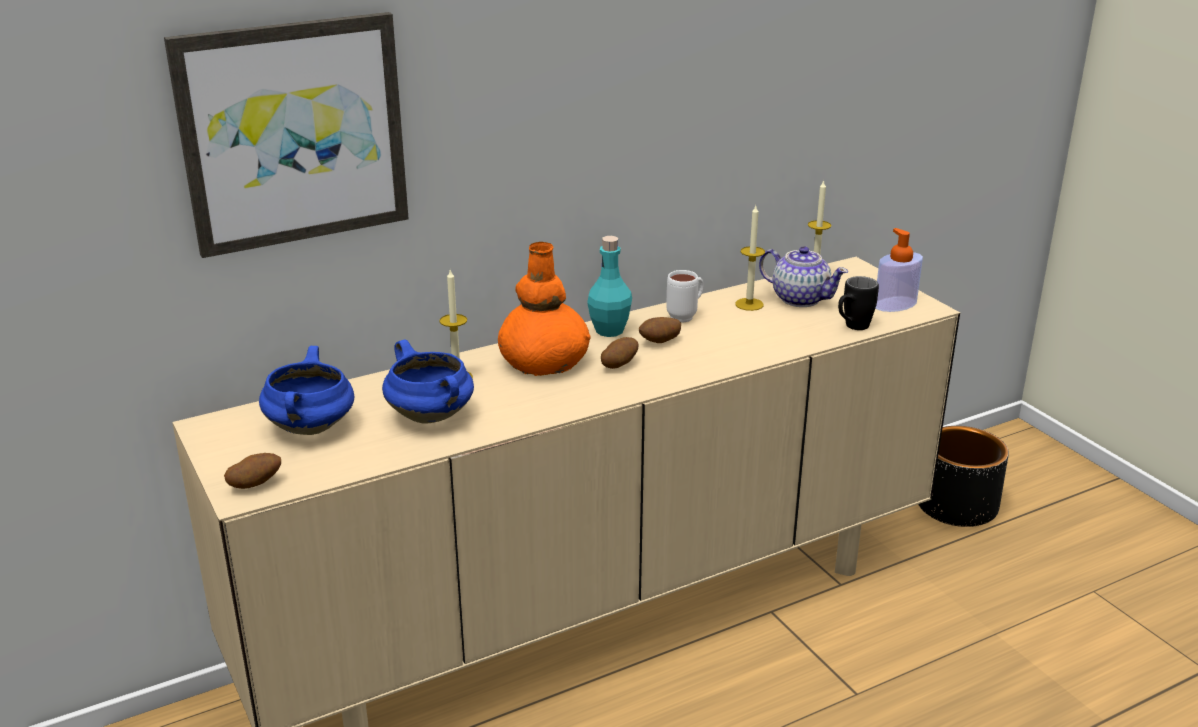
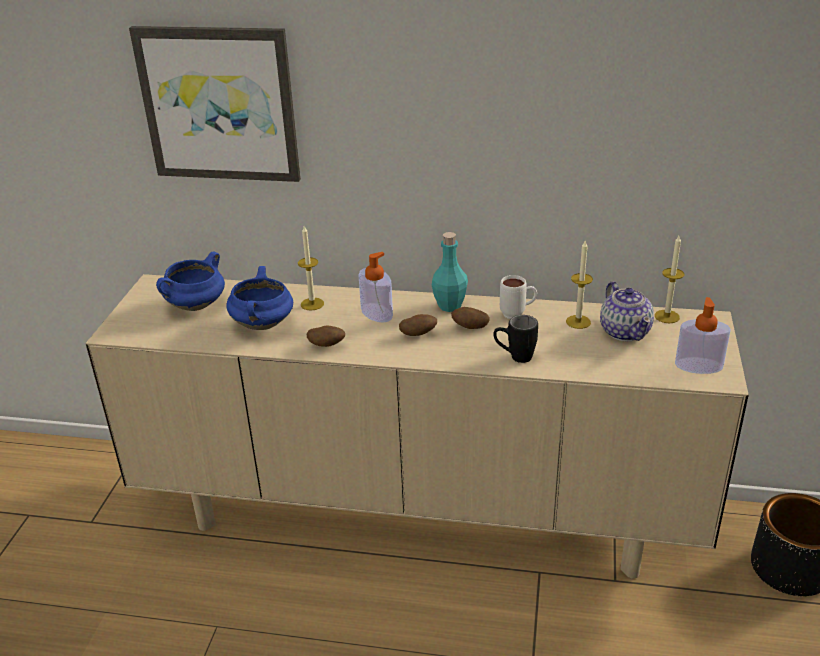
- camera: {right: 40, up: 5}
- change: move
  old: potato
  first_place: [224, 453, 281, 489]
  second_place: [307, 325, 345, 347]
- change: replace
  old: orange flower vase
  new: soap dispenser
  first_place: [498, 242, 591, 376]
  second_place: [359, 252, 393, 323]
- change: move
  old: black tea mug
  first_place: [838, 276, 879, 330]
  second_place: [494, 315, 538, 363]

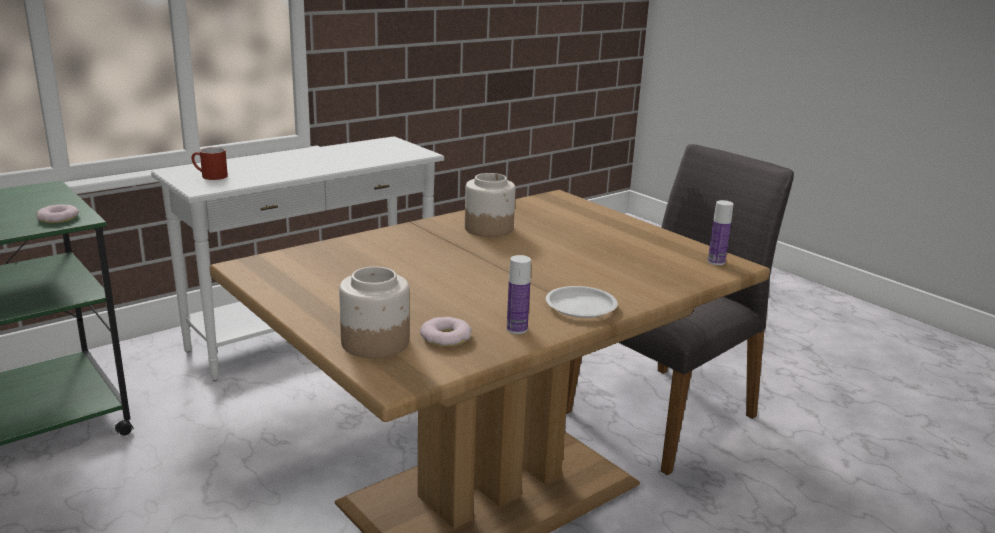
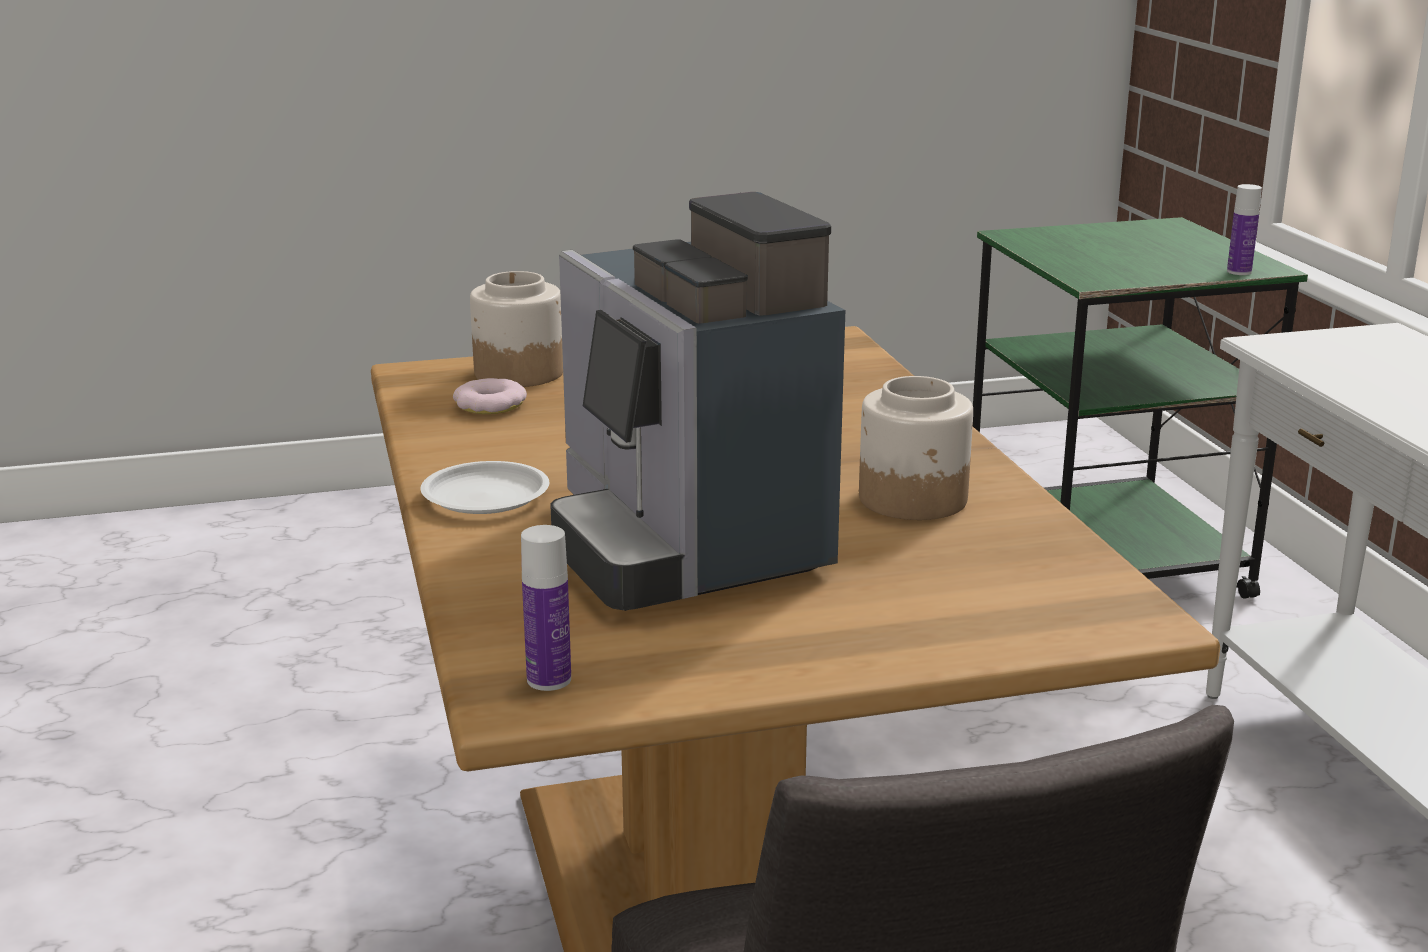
- camera: {right: 115, up: 0}
- change: delete
  old: ring doughnut
  first_place: [36, 204, 79, 223]
- change: delete
  old: red-coloured tea mug
  first_place: [192, 147, 228, 180]
- change: move
  old: drink bottle
  first_place: [507, 255, 531, 334]
  second_place: [1227, 184, 1262, 275]
- change: insert
  new: coffee machine
  second_place: [550, 192, 845, 611]

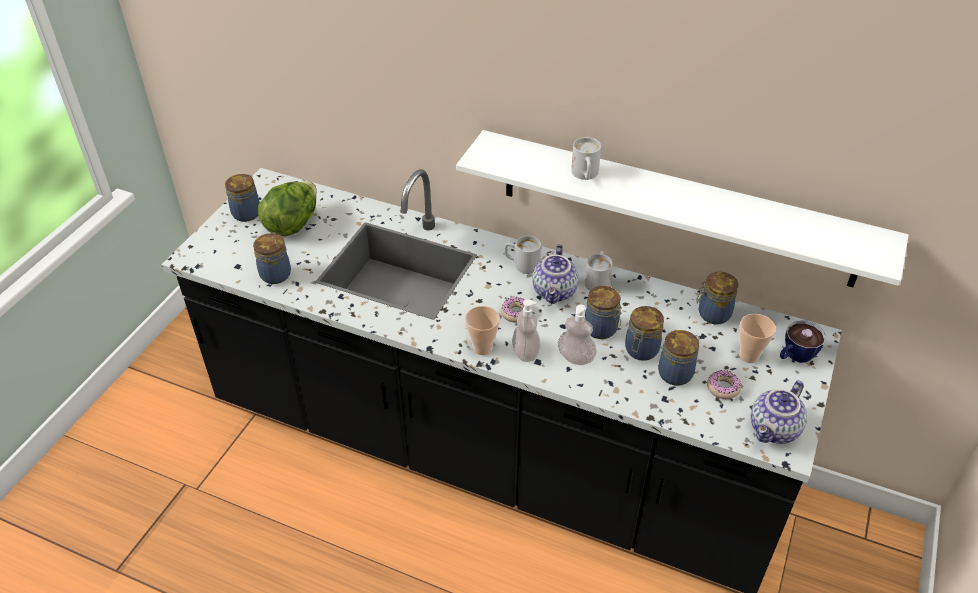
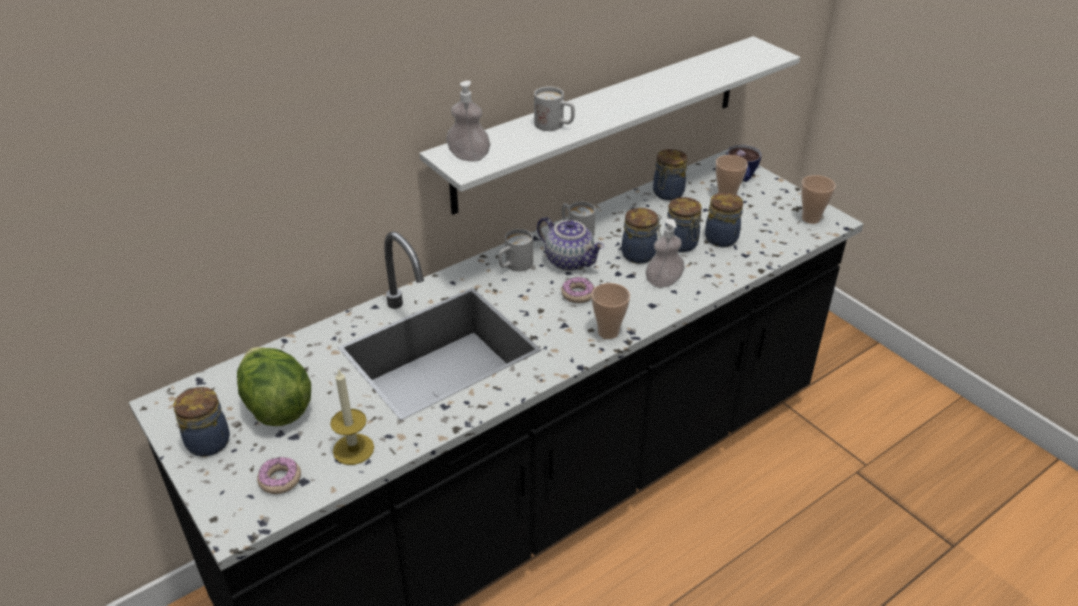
- camera: {right: -60, up: -5}
- change: replace
  old: preserve jar
  new: candle
  first_place: [253, 233, 291, 284]
  second_place: [330, 369, 374, 465]
- change: move
  old: soap dispenser
  first_place: [512, 299, 540, 362]
  second_place: [446, 81, 490, 162]
- change: move
  old: ring doughnut
  first_place: [707, 370, 741, 399]
  second_place: [257, 457, 301, 494]
- change: replace
  old: pot for tea
  new: small cup
  first_place: [751, 381, 807, 444]
  second_place: [801, 175, 836, 224]

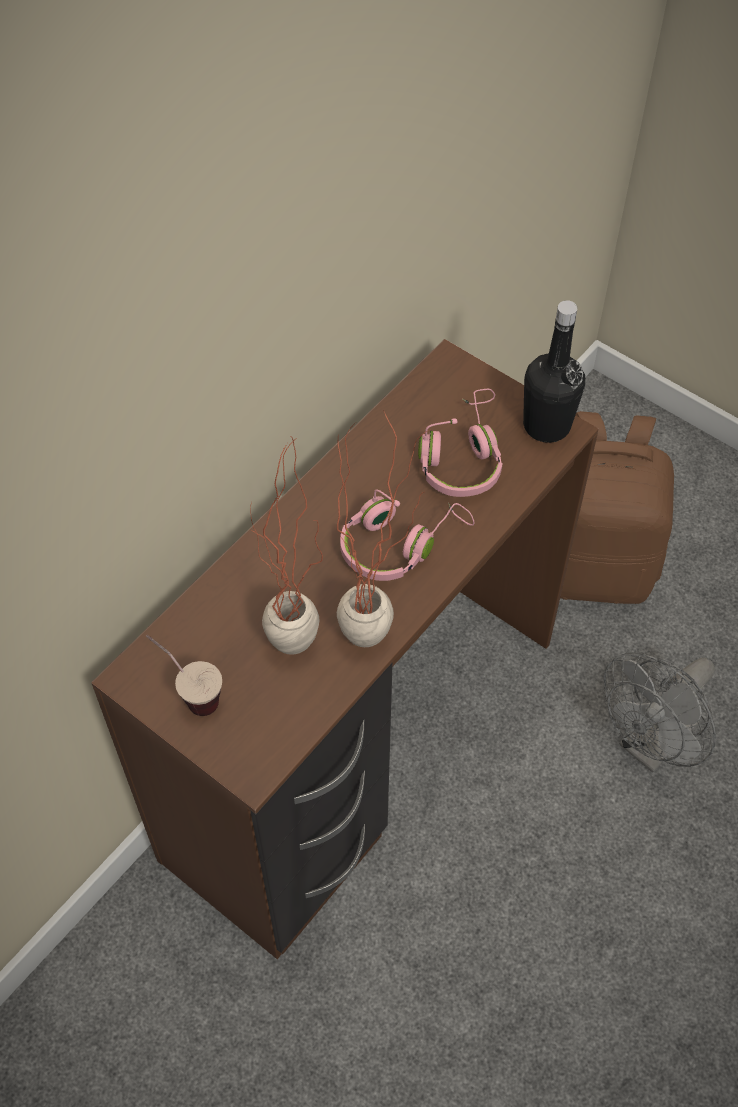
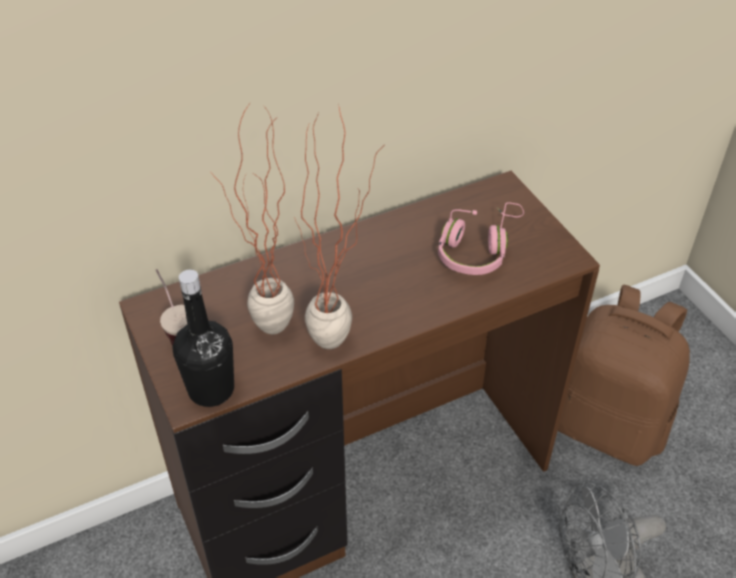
- camera: {right: 25, up: -10}
- change: delete
  old: pink-coloured pair of headphones
  first_place: [340, 489, 474, 581]
- change: move
  old: black drink bottle
  first_place: [523, 300, 585, 443]
  second_place: [172, 270, 234, 407]

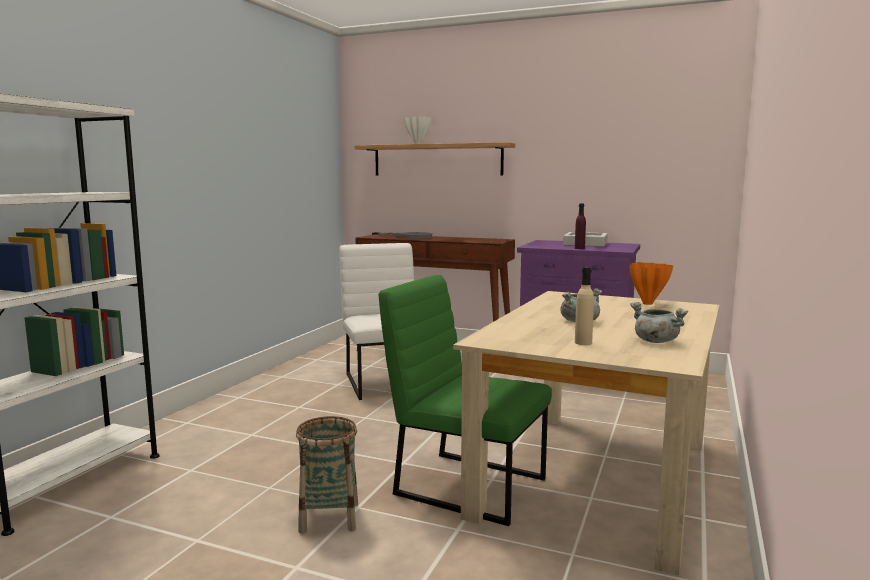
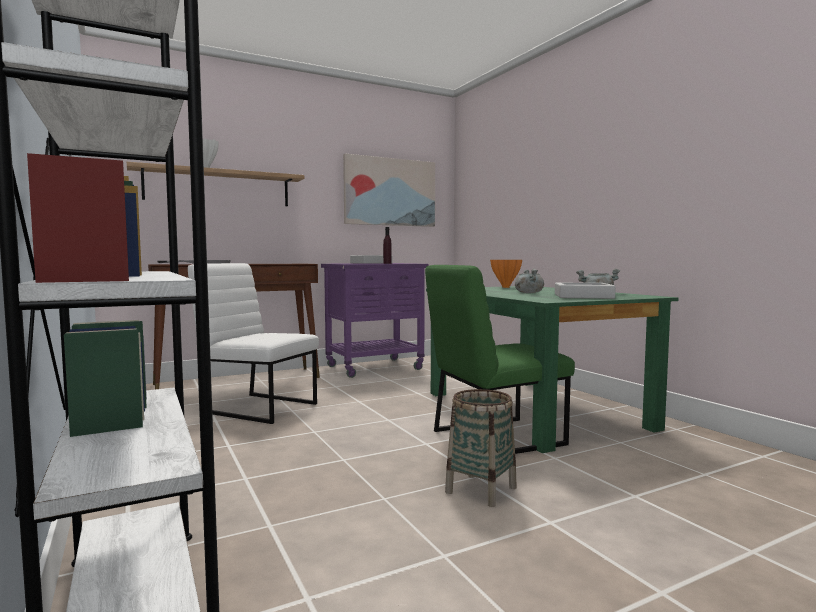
- camera: {right: -50, up: -5}
- change: recolor
  old: beige-coloured dining table
  new: greenish dining table
  first_place: [453, 291, 720, 575]
  second_place: [426, 286, 678, 453]
- change: replace
  old: beige-coloured drink bottle
  new: gray tray
  first_place: [575, 267, 594, 345]
  second_place: [555, 282, 616, 299]
- change: insert
  new: picture
  second_place: [343, 154, 435, 227]

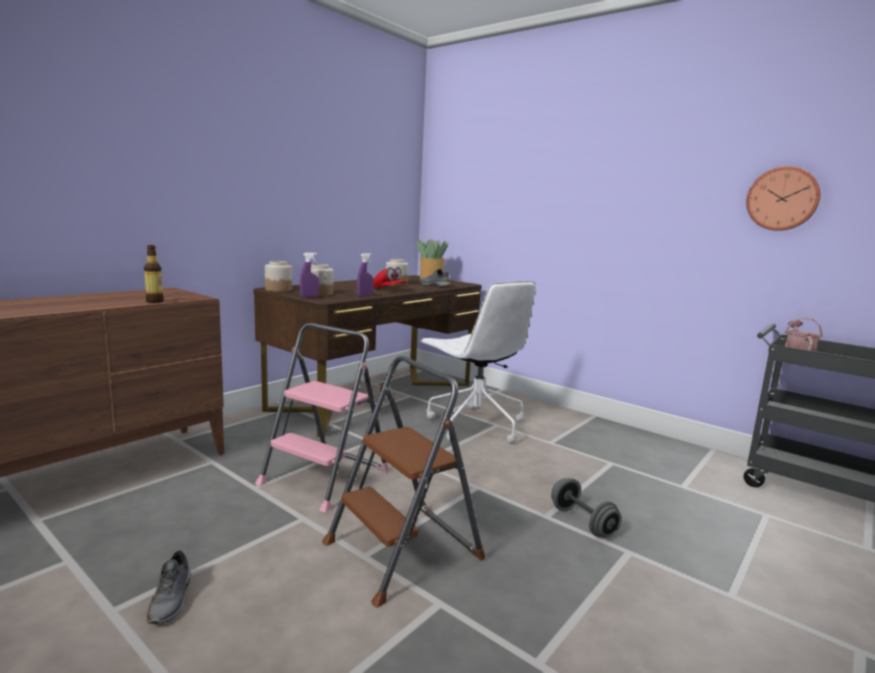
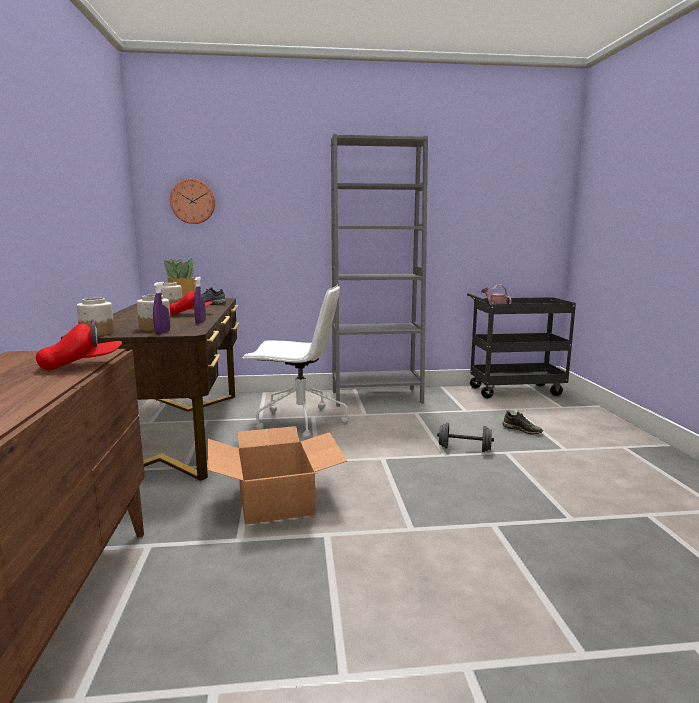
- camera: {right: -45, up: 0}
- change: replace
  old: drink bottle
  new: red-coloured baseball cap
  first_place: [144, 245, 164, 303]
  second_place: [36, 319, 122, 371]
- change: move
  old: gray low shoe
  first_place: [147, 550, 191, 624]
  second_place: [502, 411, 543, 434]
- change: replace
  old: pink-coloured step ladder
  new: carton
  first_place: [255, 323, 388, 512]
  second_place: [208, 426, 347, 525]
- change: delete
  old: brown step ladder
  first_place: [322, 356, 485, 608]
- change: move
  old: hanging clock
  first_place: [746, 166, 821, 231]
  second_place: [170, 179, 215, 224]
- change: insert
  new: gray bookshelf
  second_place: [331, 134, 428, 407]

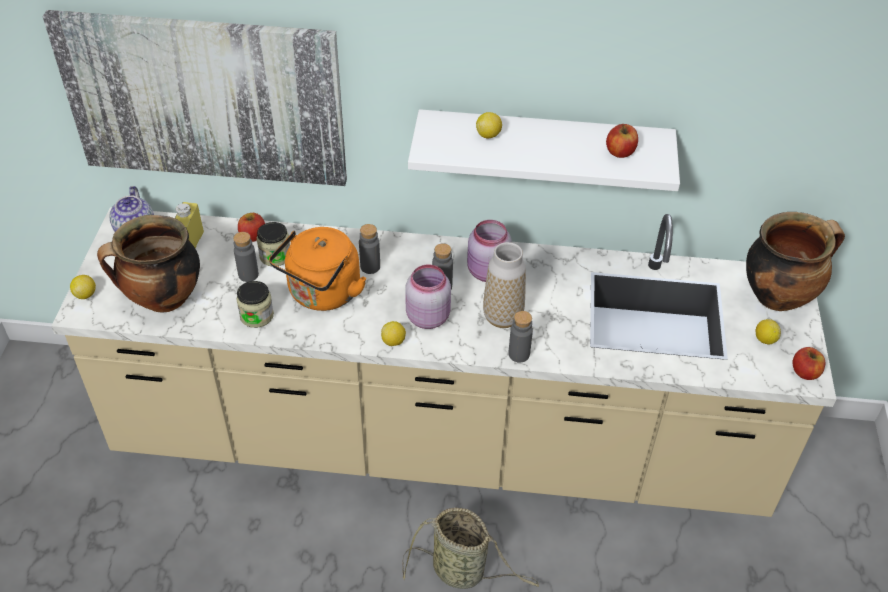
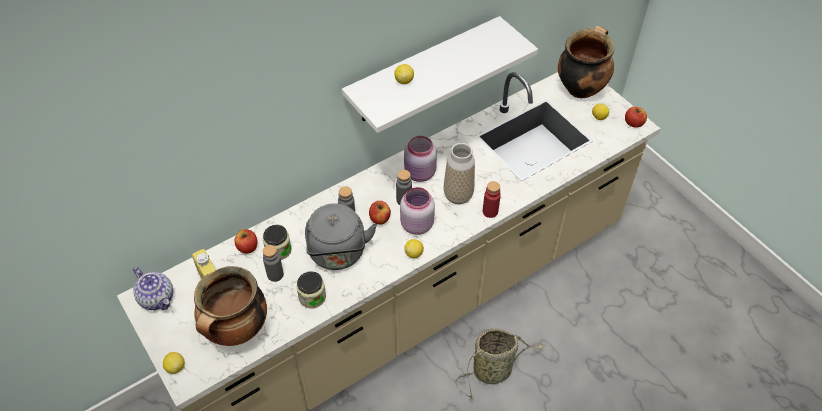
- camera: {right: -40, up: 5}
- change: delete
  old: picture
  first_place: [42, 10, 347, 186]
- change: recolor
  old: orange tea kettle
  new: gray tea kettle
  first_place: [269, 227, 367, 311]
  second_place: [305, 203, 377, 270]
- change: recolor
  old: gray drink bottle
  new: red-coloured drink bottle
  first_place: [509, 311, 533, 363]
  second_place: [483, 181, 501, 218]
- change: move
  old: whole apple
  first_place: [606, 124, 638, 158]
  second_place: [369, 201, 391, 225]

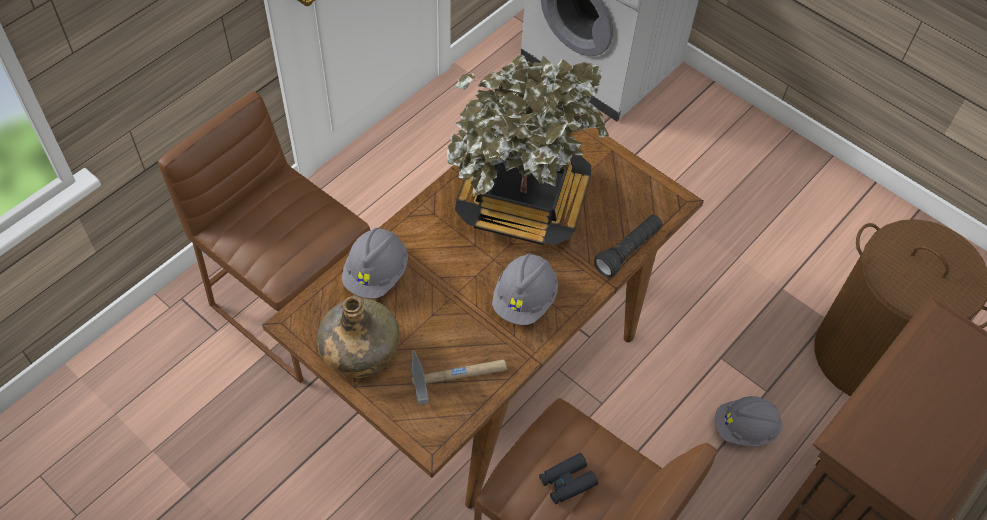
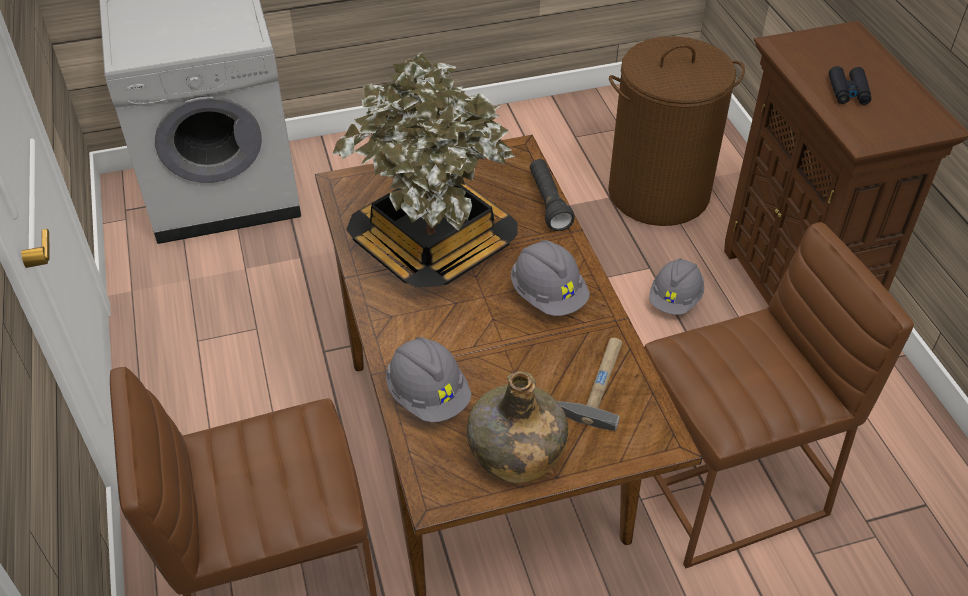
- camera: {right: -55, up: -10}
- change: move
  old: black field glasses
  first_place: [539, 453, 598, 504]
  second_place: [829, 66, 872, 105]

